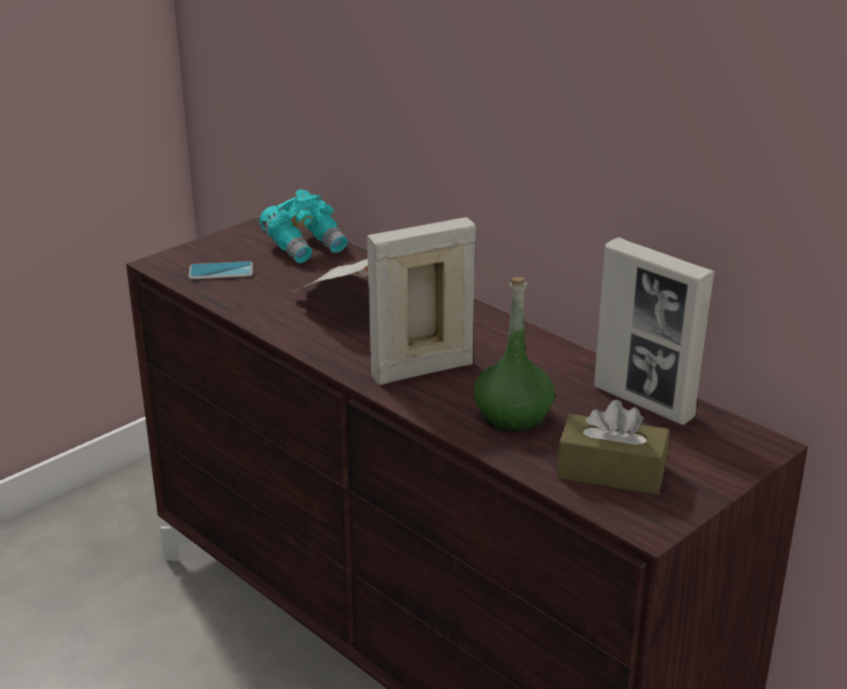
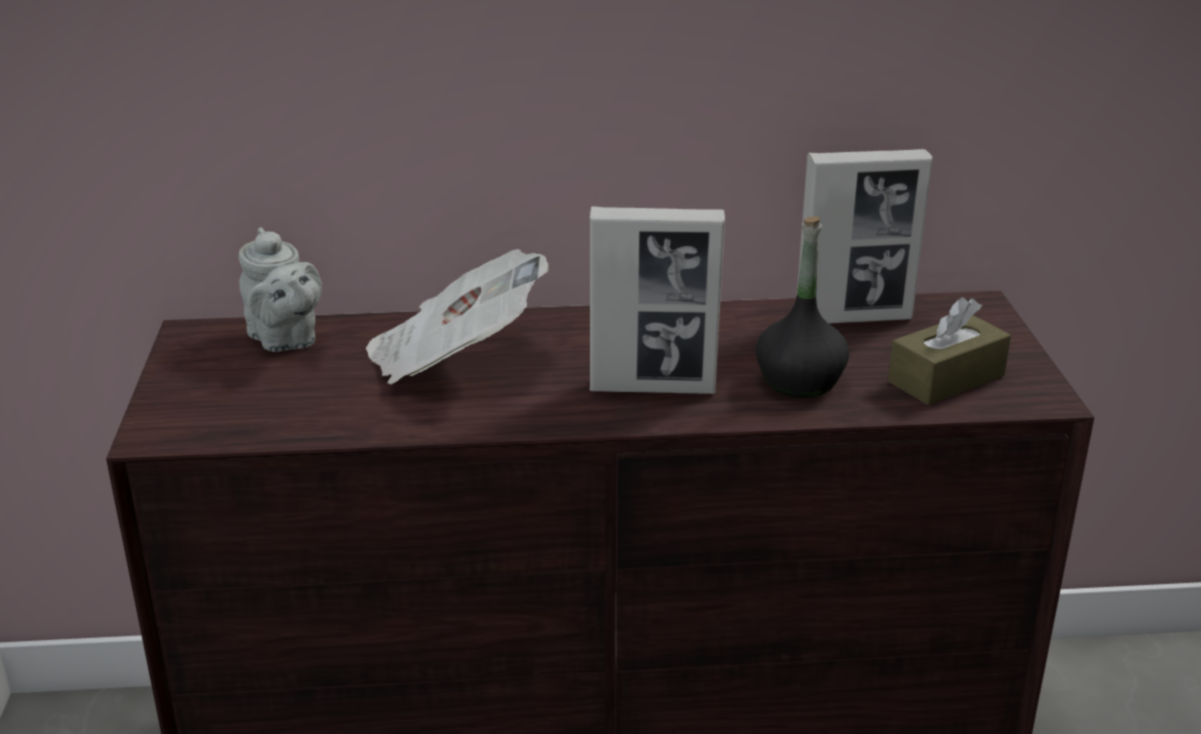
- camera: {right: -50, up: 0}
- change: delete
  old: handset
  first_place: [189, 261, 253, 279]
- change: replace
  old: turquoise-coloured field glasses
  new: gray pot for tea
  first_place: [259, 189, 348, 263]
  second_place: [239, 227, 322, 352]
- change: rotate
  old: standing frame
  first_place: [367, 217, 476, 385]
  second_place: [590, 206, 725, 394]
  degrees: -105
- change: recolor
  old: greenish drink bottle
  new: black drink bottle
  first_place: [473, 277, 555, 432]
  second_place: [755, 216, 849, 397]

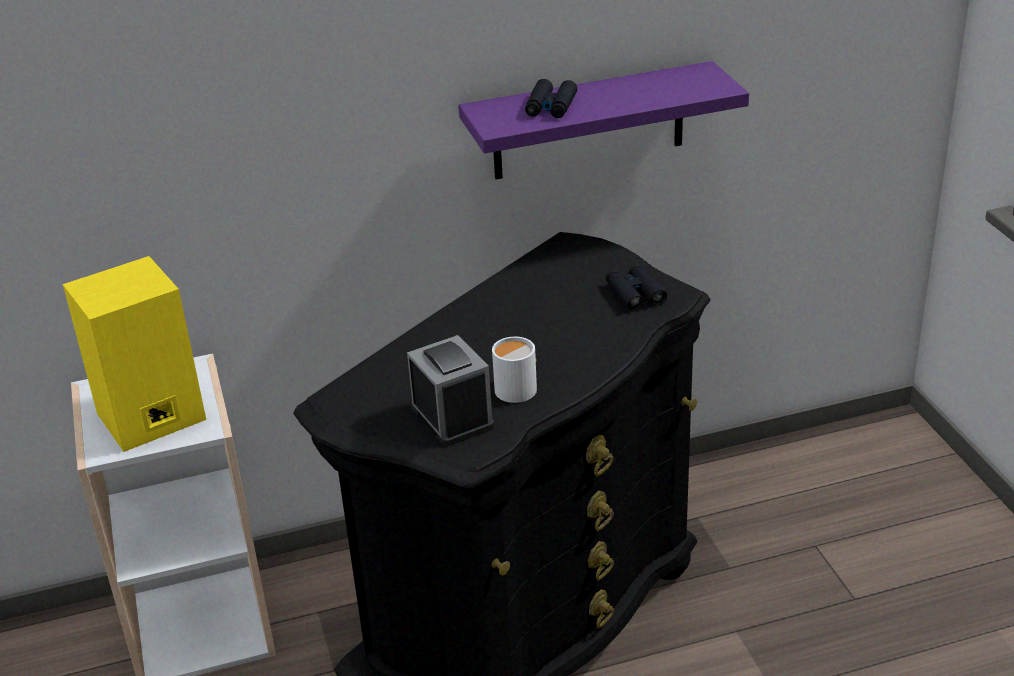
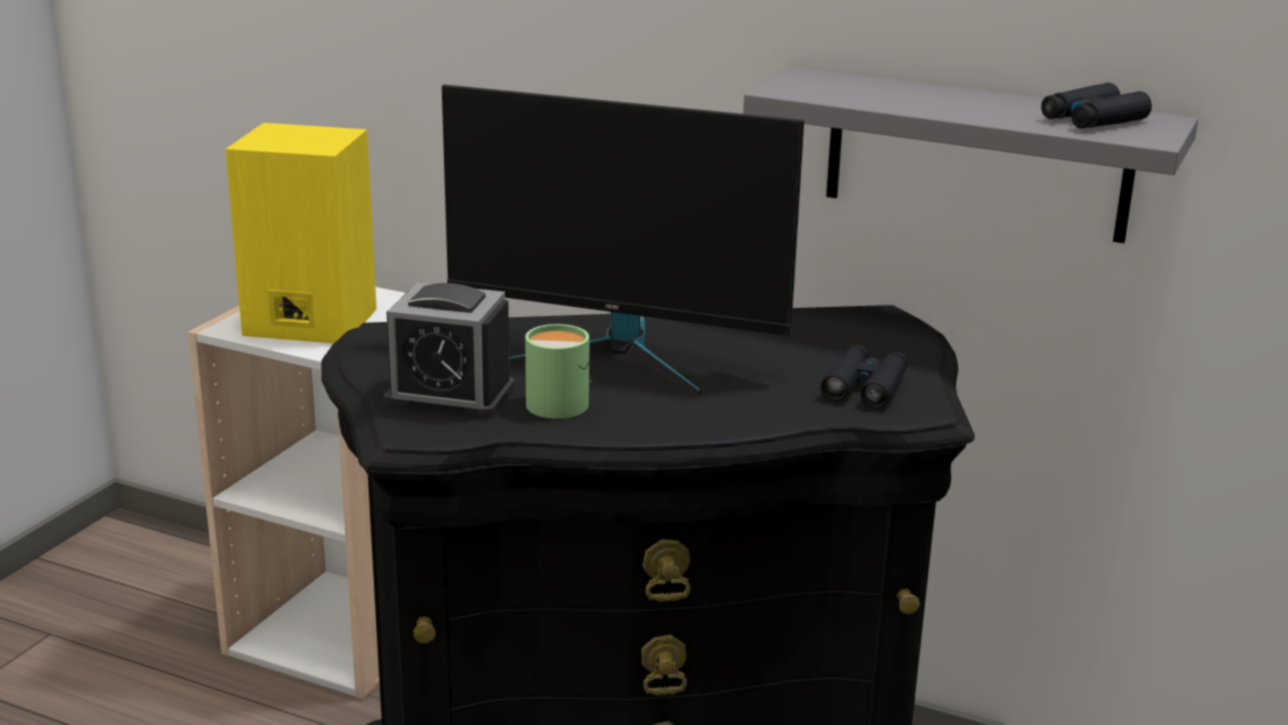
- camera: {right: 40, up: -10}
- change: rotate
  old: table clock
  first_place: [407, 335, 494, 446]
  second_place: [384, 282, 515, 419]
  degrees: 90
- change: recolor
  old: purple wall shelf
  new: gray wall shelf
  first_place: [458, 61, 749, 179]
  second_place: [743, 67, 1198, 243]
- change: recolor
  old: whitish tea mug
  new: greenish tea mug
  first_place: [492, 337, 537, 403]
  second_place: [525, 324, 591, 419]
- change: move
  old: black field glasses
  first_place: [525, 79, 577, 118]
  second_place: [1041, 83, 1152, 128]
- change: insert
  new: computer display
  second_place: [442, 85, 804, 396]

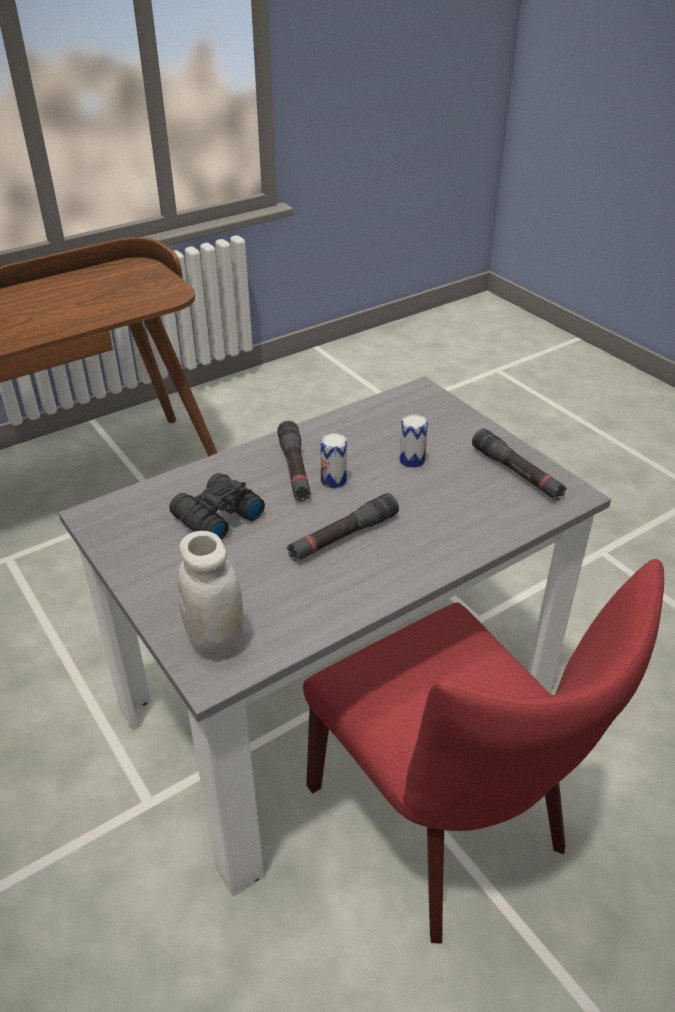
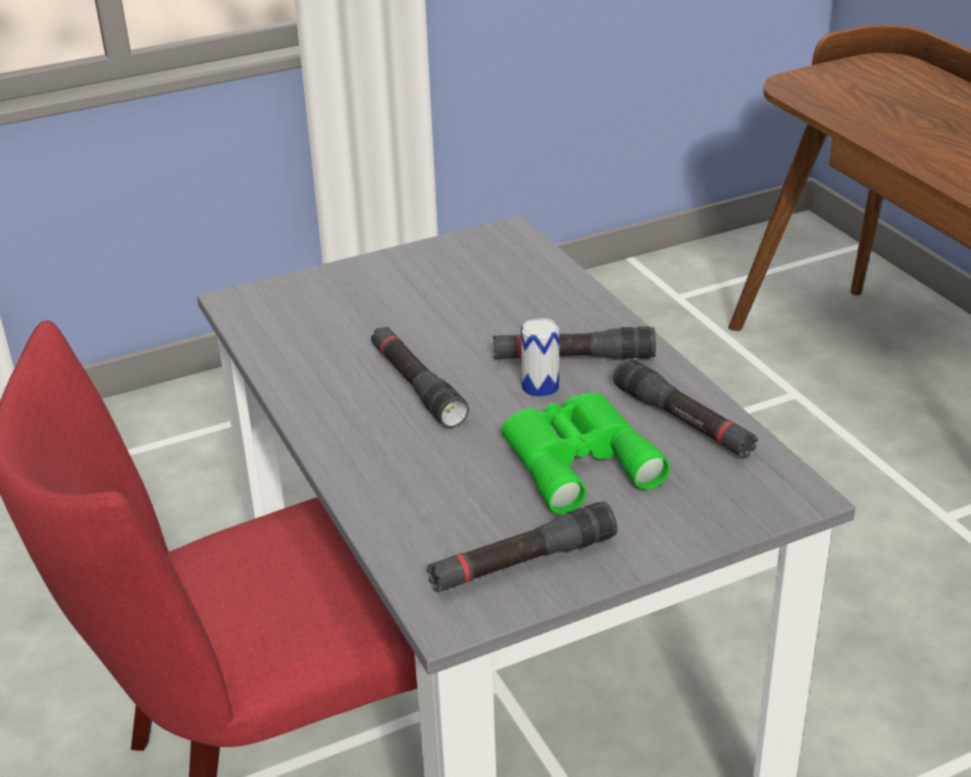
- camera: {right: 100, up: -5}
- change: delete
  old: black field glasses
  first_place: [169, 473, 265, 540]
- change: delete
  old: whitish preserve jar
  first_place: [177, 531, 243, 657]
- change: replace
  old: can
  new: greenish field glasses
  first_place: [400, 414, 428, 468]
  second_place: [501, 393, 670, 514]
- change: insert
  new: black hand torch
  second_place: [613, 358, 758, 457]

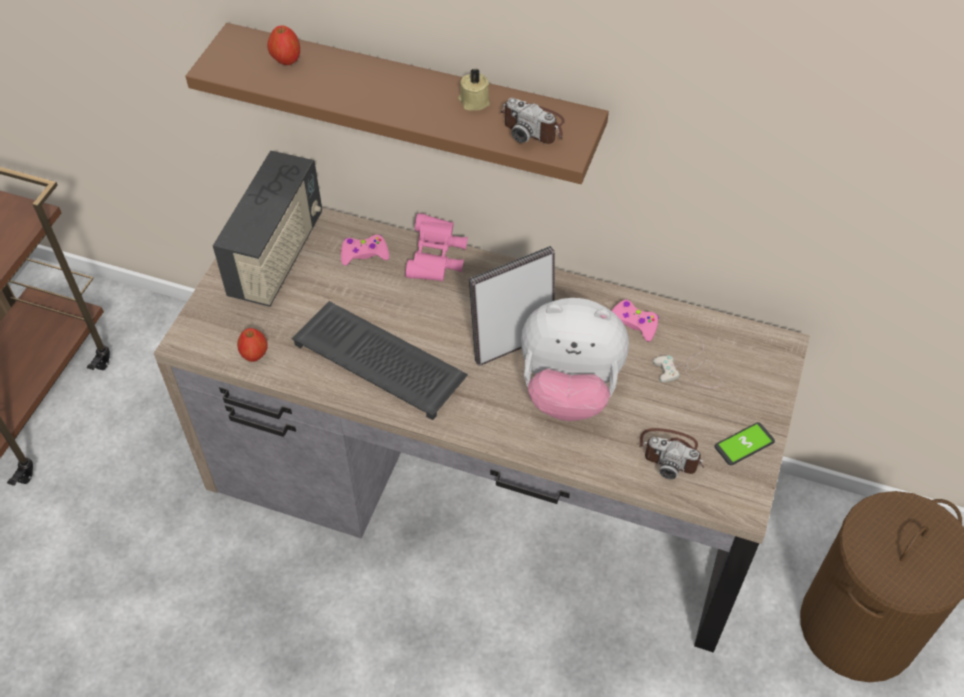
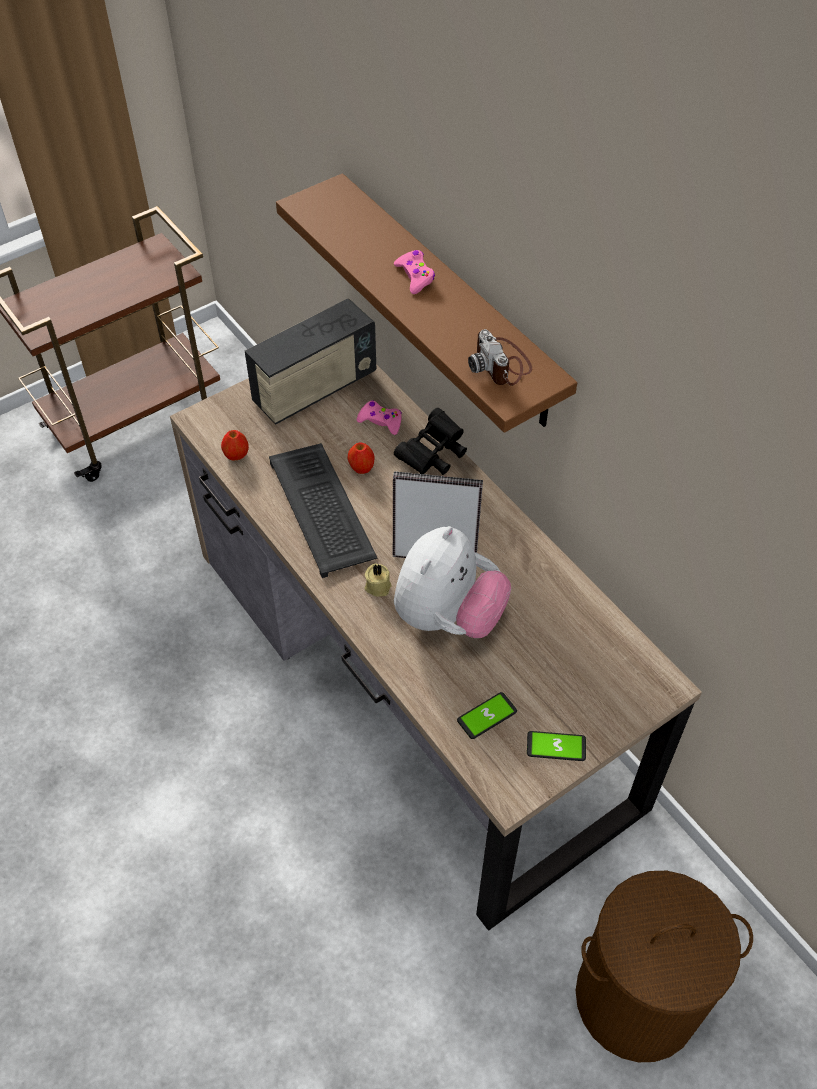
- camera: {right: 35, up: 0}
- change: move
  old: whole apple
  first_place: [267, 25, 300, 65]
  second_place: [348, 442, 375, 474]
- change: recolor
  old: pink-coloured field glasses
  new: black field glasses
  first_place: [405, 213, 468, 282]
  second_place: [394, 408, 467, 475]
- change: move
  old: beige-coloured candle
  first_place: [458, 69, 490, 111]
  second_place: [364, 563, 392, 596]
- change: rotate
  old: soft toy
  first_place: [521, 298, 629, 421]
  second_place: [394, 526, 511, 638]
  degrees: -105
- change: move
  old: pink-coloured joypad
  first_place: [612, 300, 659, 342]
  second_place: [394, 250, 435, 294]
- change: replace
  old: still camera
  new: handset
  first_place: [639, 428, 704, 479]
  second_place: [457, 692, 517, 739]
- change: delete
  old: whitish joypad
  first_place: [653, 335, 723, 388]

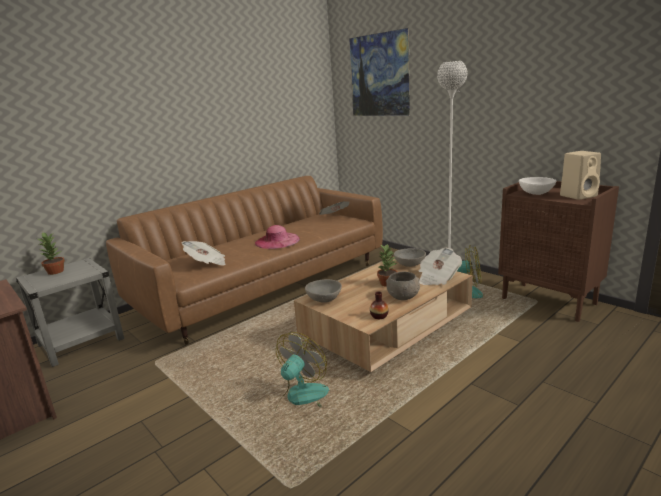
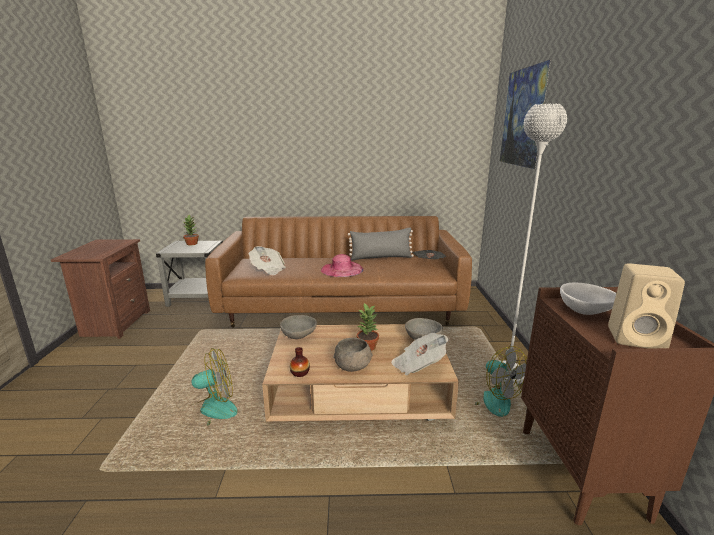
- camera: {right: 40, up: 0}
- change: insert
  new: gray pillow
  second_place: [348, 227, 414, 260]

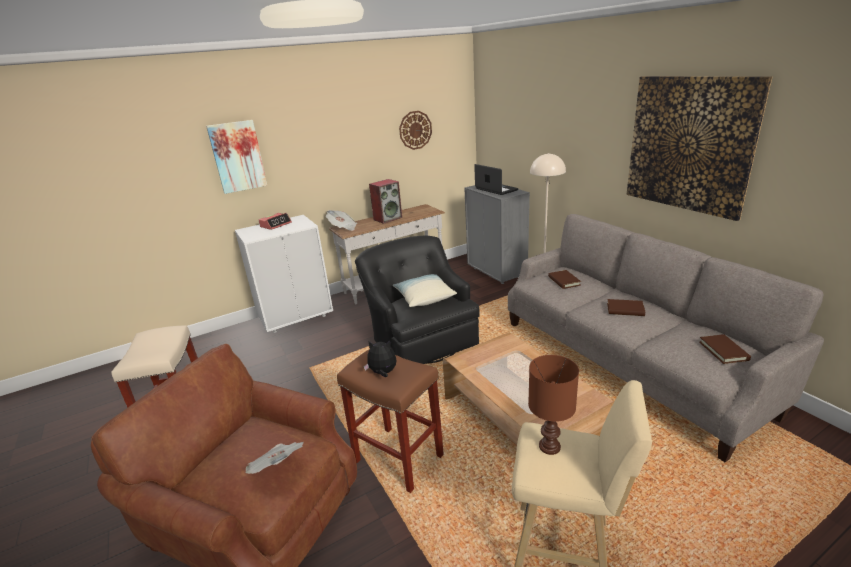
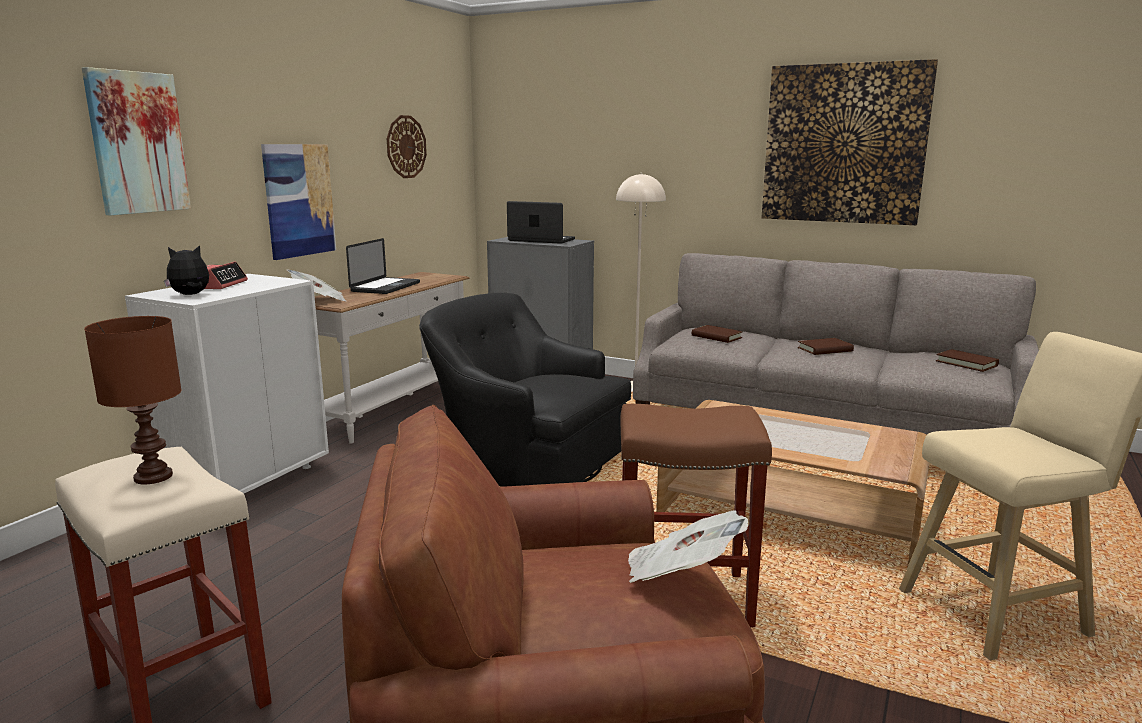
- camera: {right: -35, up: -10}
- change: move
  old: soft toy
  first_place: [364, 341, 396, 377]
  second_place: [164, 245, 209, 295]
- change: replace
  old: loudspeaker
  new: notebook computer
  first_place: [369, 179, 402, 224]
  second_place: [346, 238, 420, 294]
- change: delete
  old: pillow
  first_place: [393, 274, 457, 307]
- change: move
  old: brown lamp for a table
  first_place: [528, 355, 579, 455]
  second_place: [84, 316, 182, 484]
- change: insert
  new: picture
  second_place: [261, 144, 336, 260]

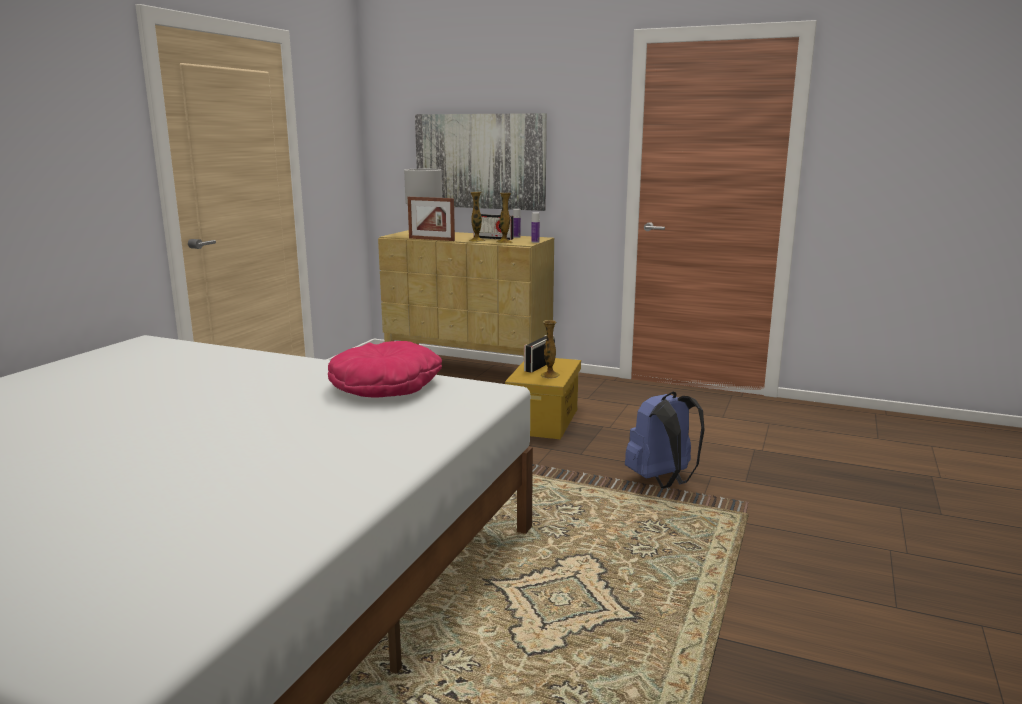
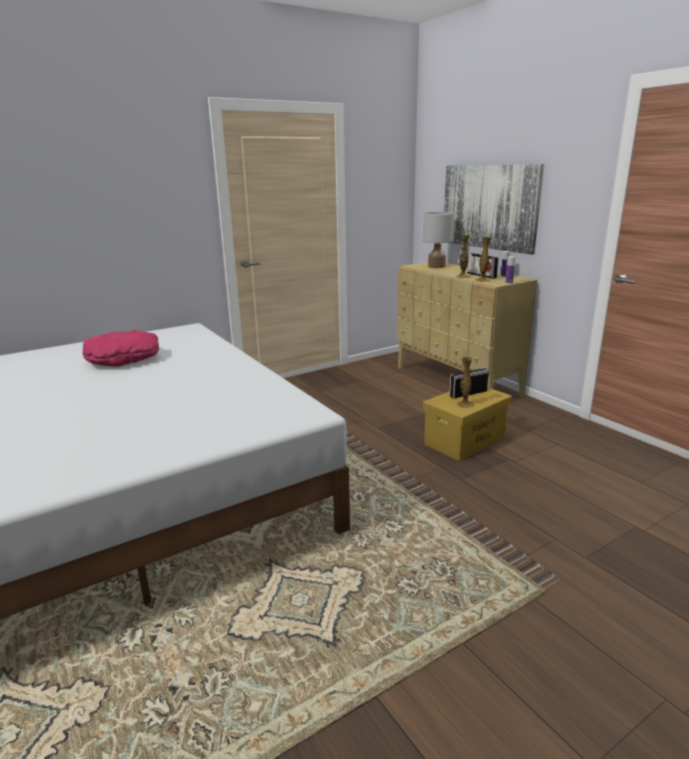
- camera: {right: 35, up: 5}
- change: move
  old: pink-coloured pillow
  first_place: [328, 341, 442, 398]
  second_place: [83, 330, 159, 367]
- change: delete
  old: standing frame
  first_place: [408, 197, 455, 241]
- change: delete
  old: blue-coloured backpack
  first_place: [625, 392, 705, 488]

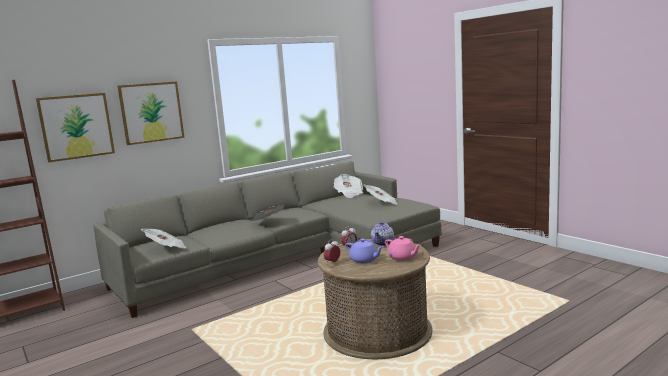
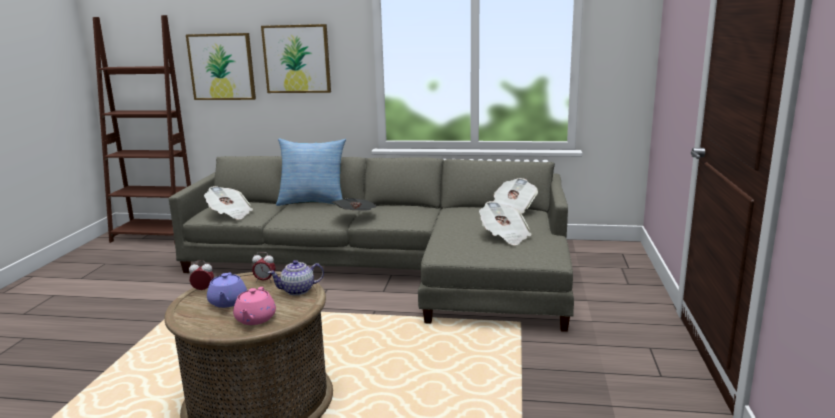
- camera: {right: 45, up: 5}
- change: insert
  new: pillow
  second_place: [276, 139, 346, 206]

